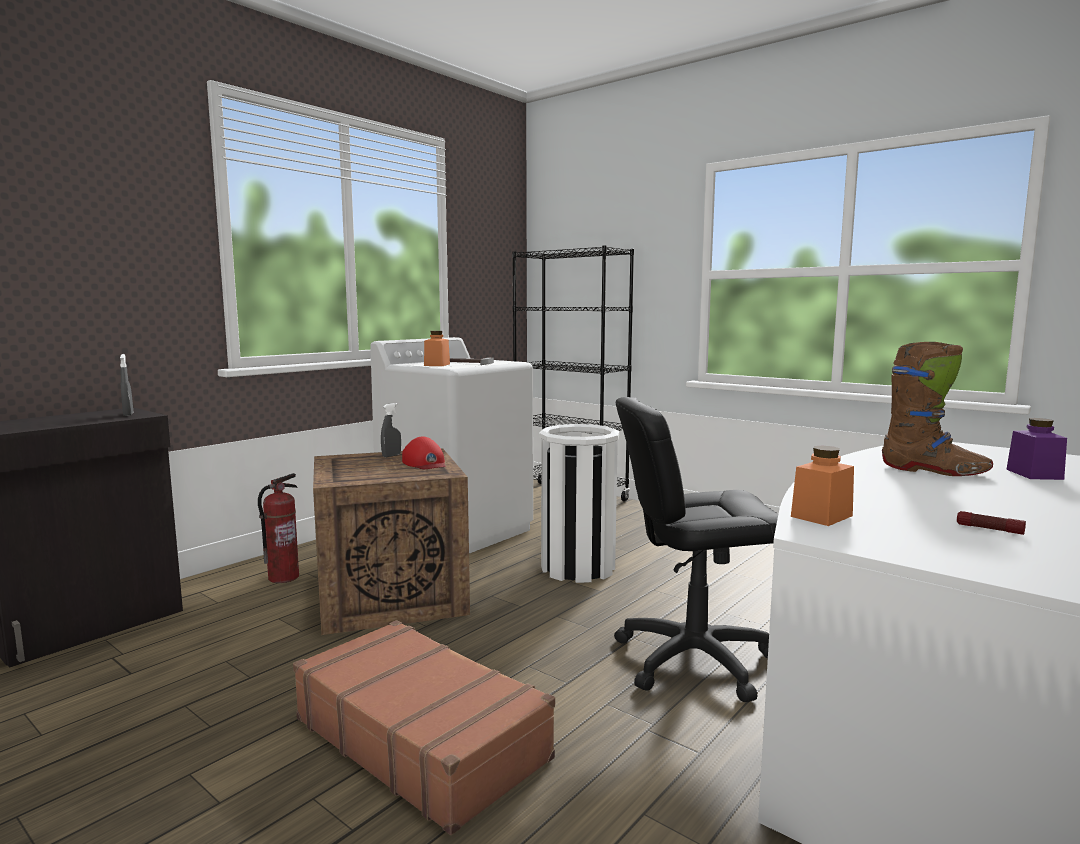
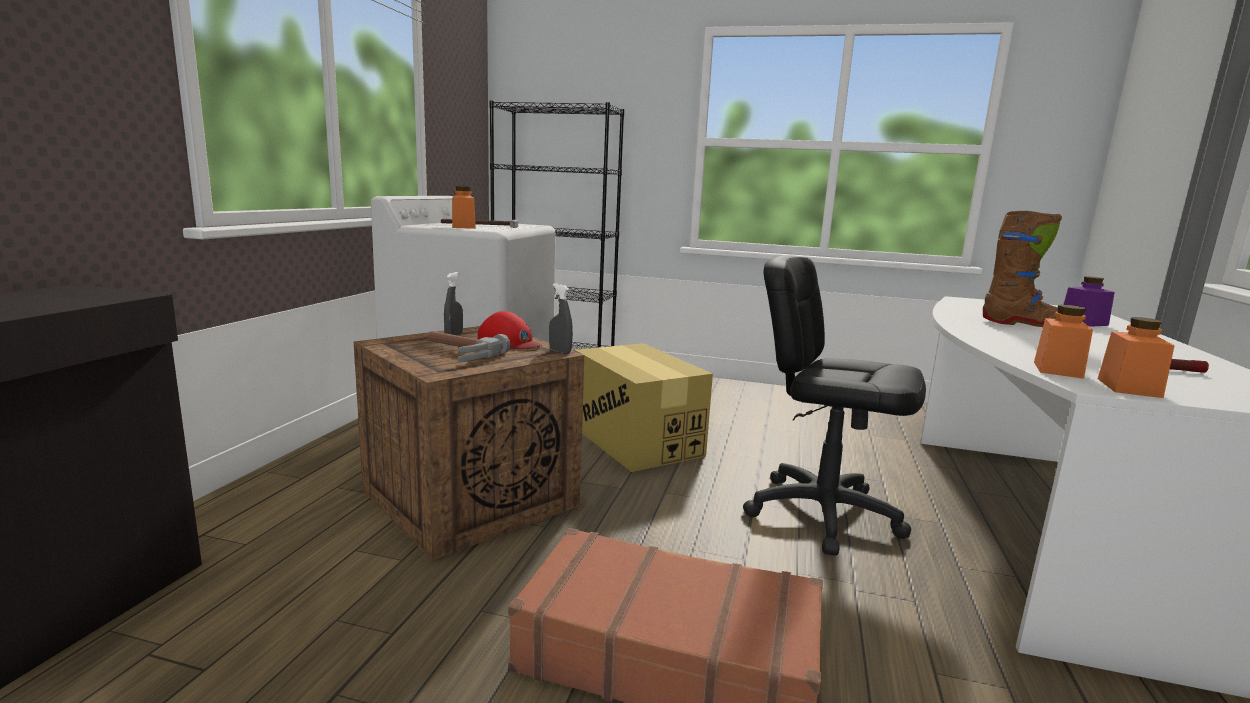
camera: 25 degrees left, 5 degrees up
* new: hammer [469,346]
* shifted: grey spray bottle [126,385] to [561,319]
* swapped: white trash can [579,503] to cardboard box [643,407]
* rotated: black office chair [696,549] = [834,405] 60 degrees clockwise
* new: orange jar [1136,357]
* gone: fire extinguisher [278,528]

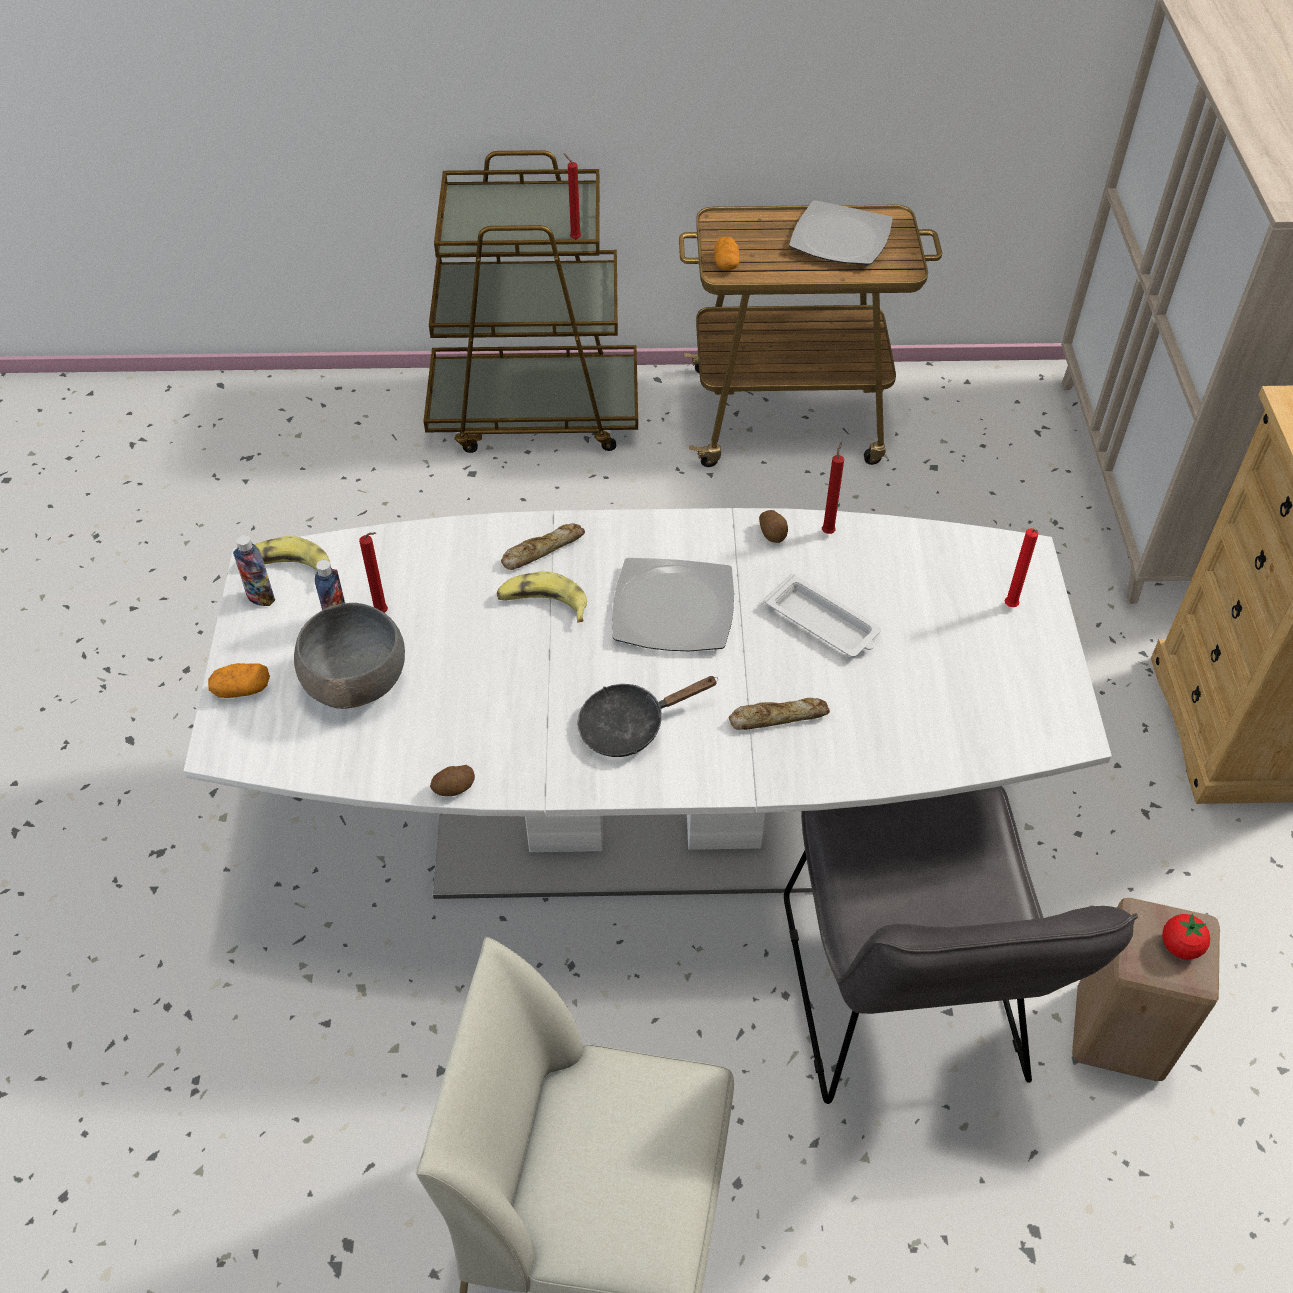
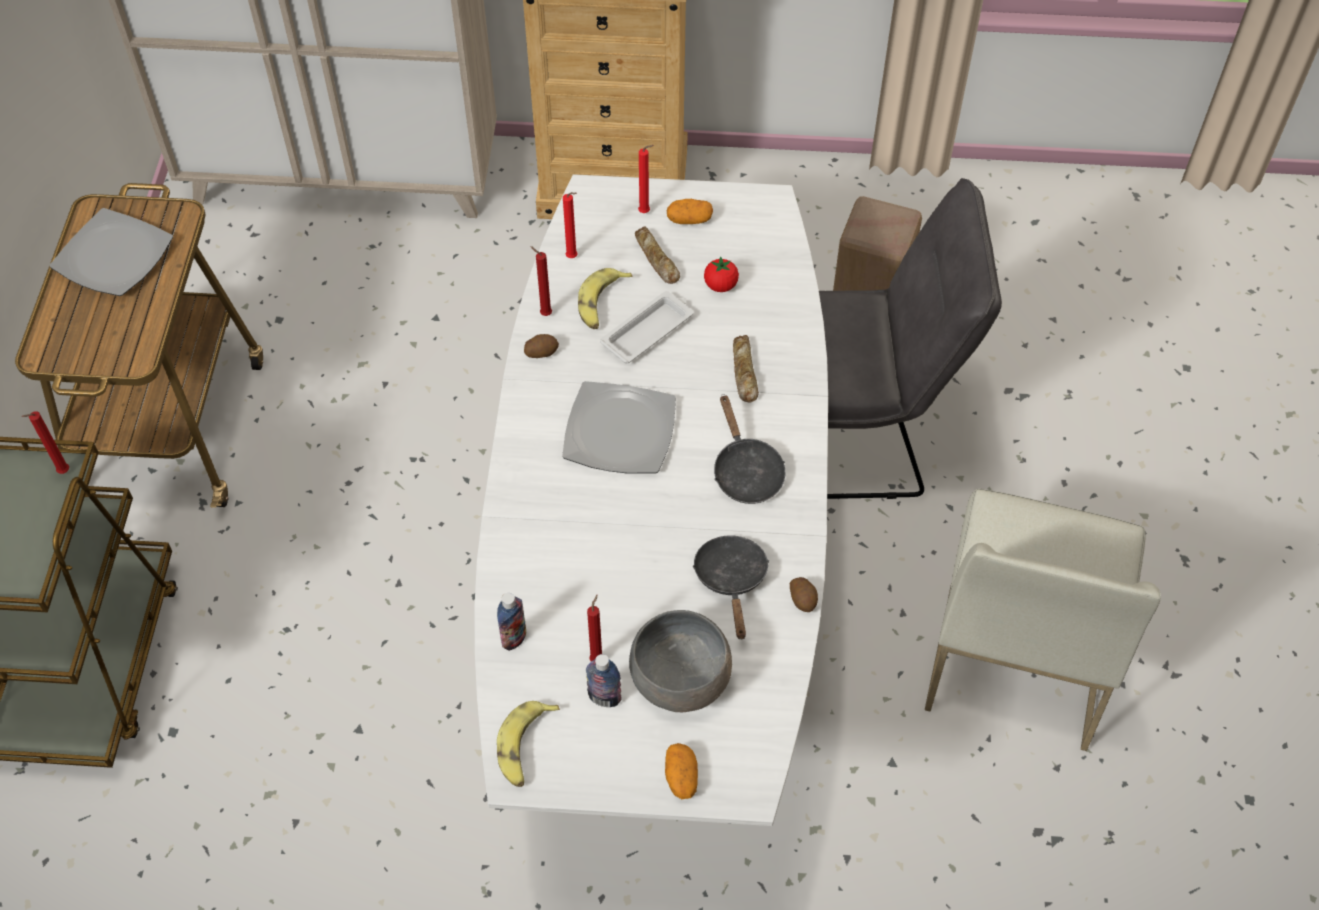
camera: 85 degrees left, 5 degrees up
* shifted: bottle [254,570] to [511,622]
* new: red candle [570,225]
* shifted: banana [542,597] to [605,298]
* shifted: bread [543,546] to [657,255]
* shifted: potato [727,253] to [690,211]
* new: black frying pan [730,587]
* shifted: tomato [1186,936] to [721,274]

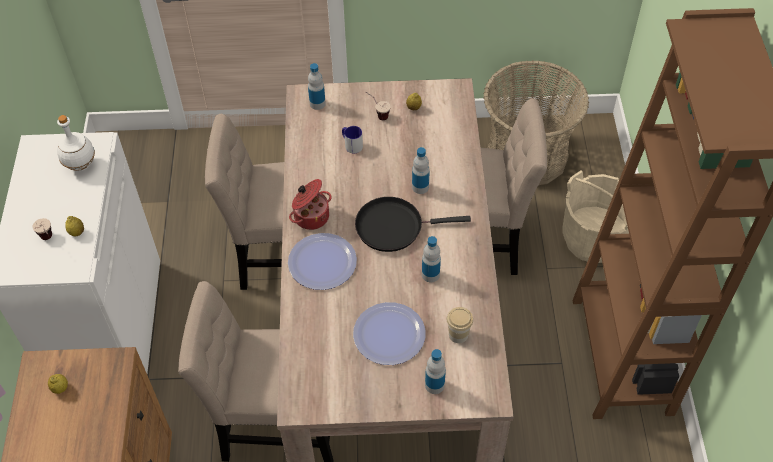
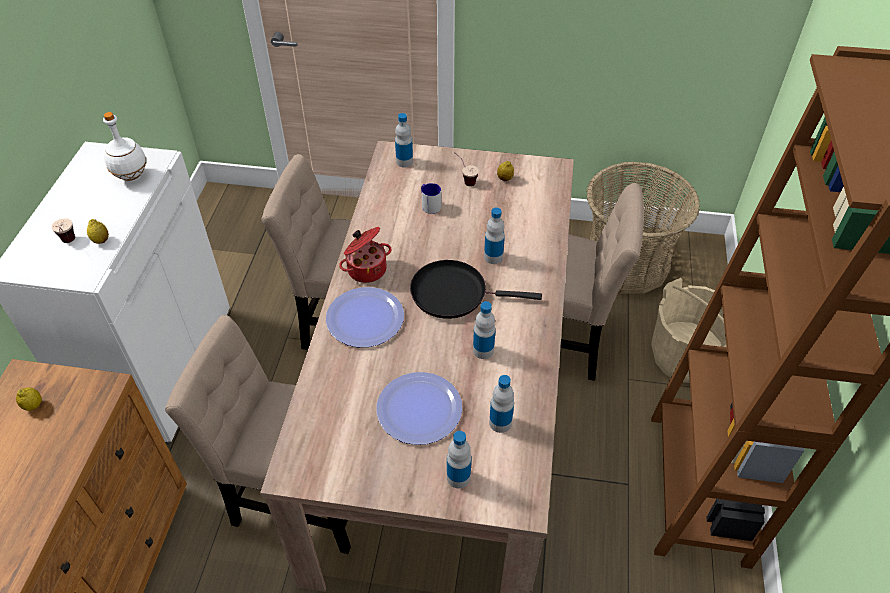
camera: 10 degrees right, 5 degrees down
* swapped: cup [460,325] to bottle [501,404]

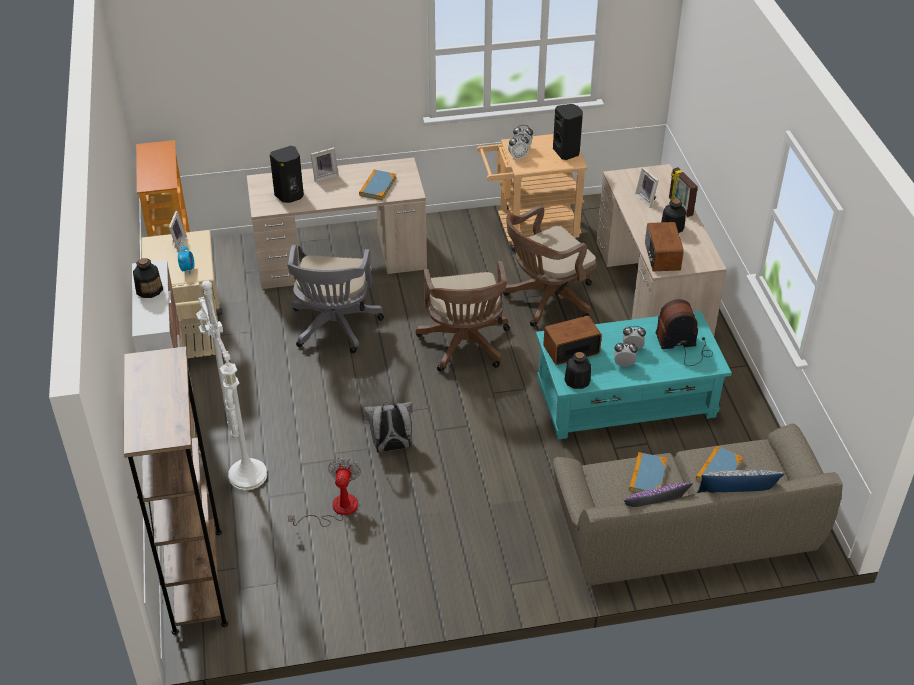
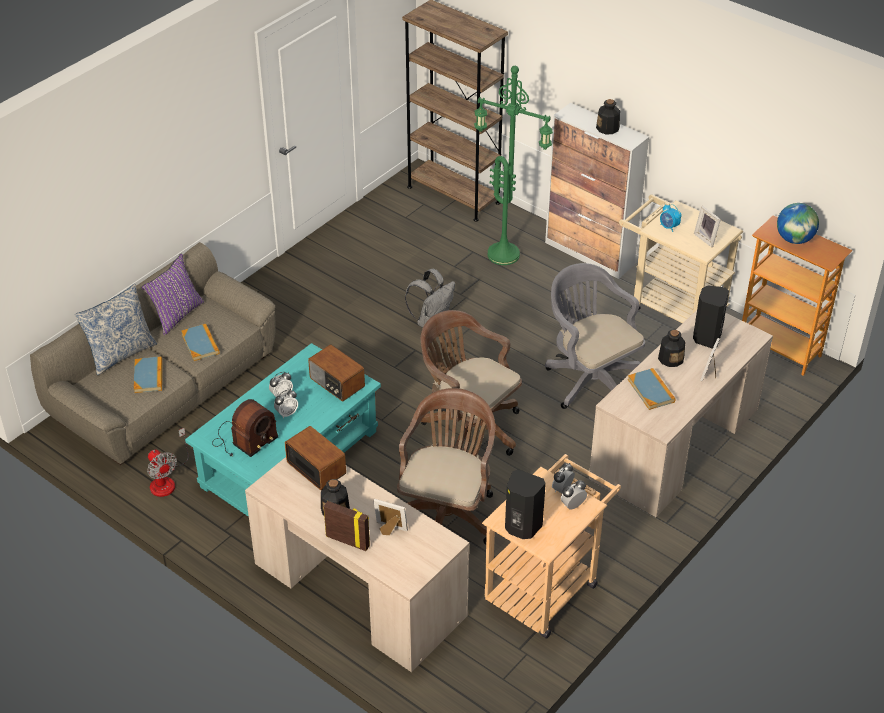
camera: 140 degrees right, 0 degrees up
* shifted: fan [324,492] to [168,462]
* rotated: radio [572,340] = [336,372] 105 degrees clockwise
* repainted: white floor lamp [231,385] to green floor lamp [513,165]
* shifted: bottle [577,370] to [671,348]
* new: globe [798,223]

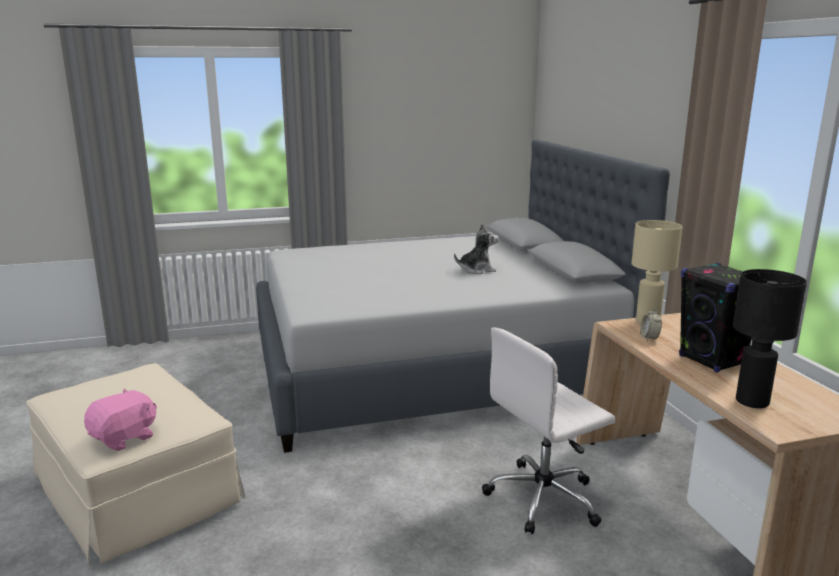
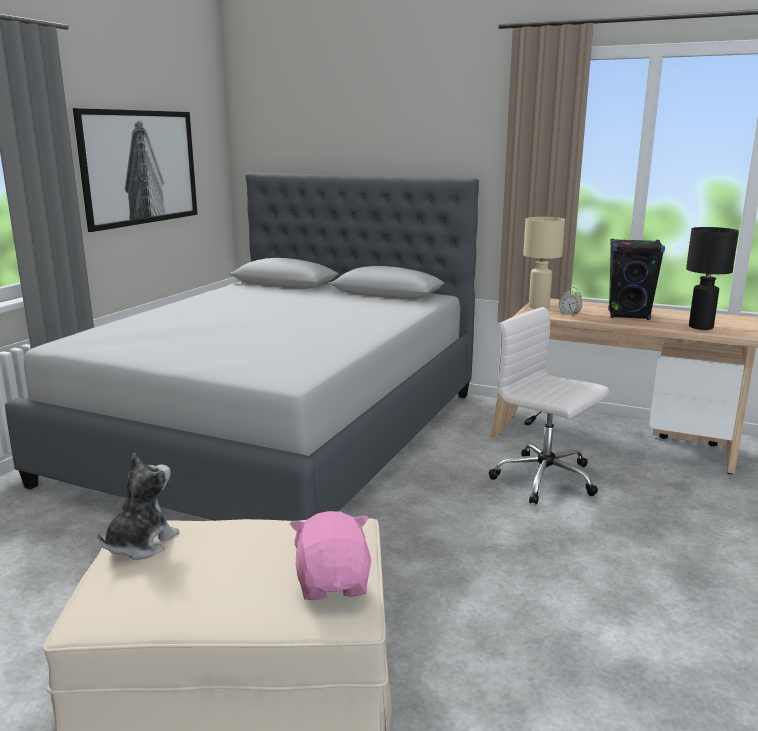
camera: 50 degrees left, 0 degrees up
* new: picture [135,170]
* shifted: plush toy [476,249] to [138,506]
* rotated: white office chair [549,430] = [549,406] 120 degrees clockwise

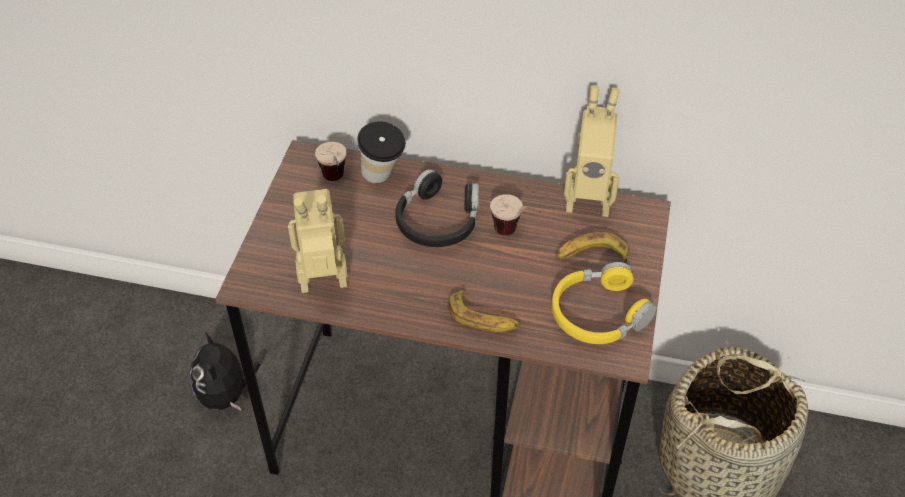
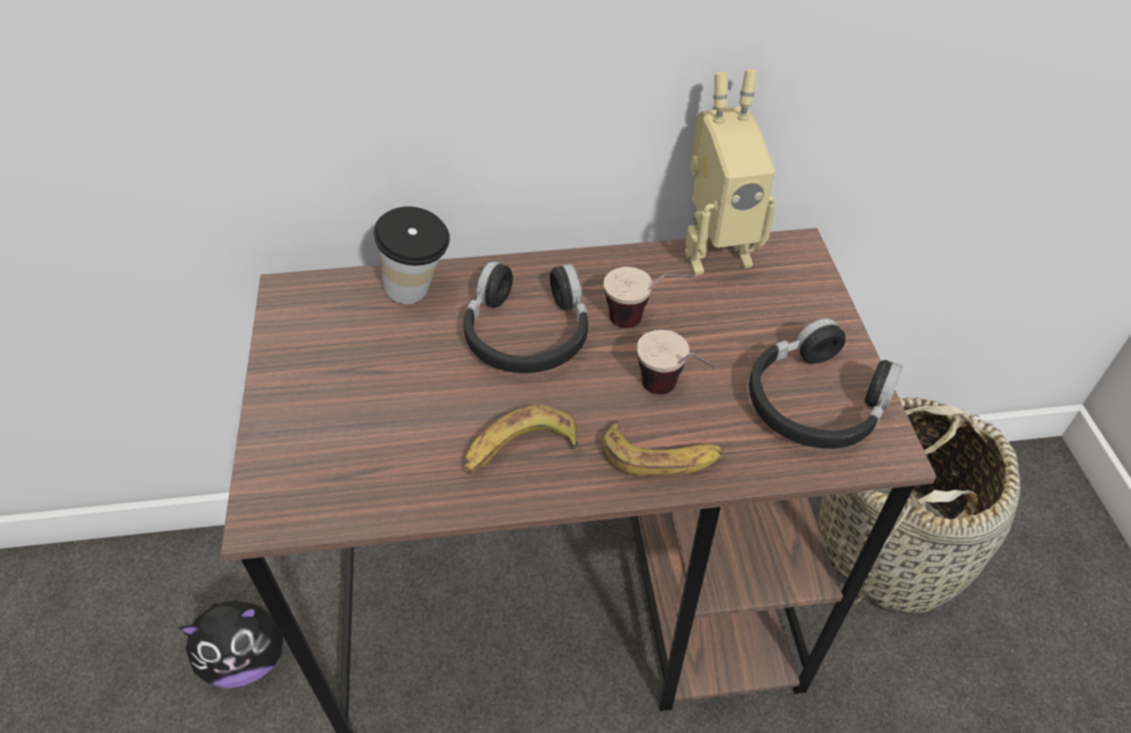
camera: 20 degrees left, 0 degrees up
* rotated: plush toy [225,371] = [231,644] 75 degrees counterclockwise
* shifted: banana [592,247] to [521,439]
* shifted: cup [331,161] to [677,362]
* repainted: yellow headphones [604,303] to black headphones [826,383]
* gone: toy robot [318,241]

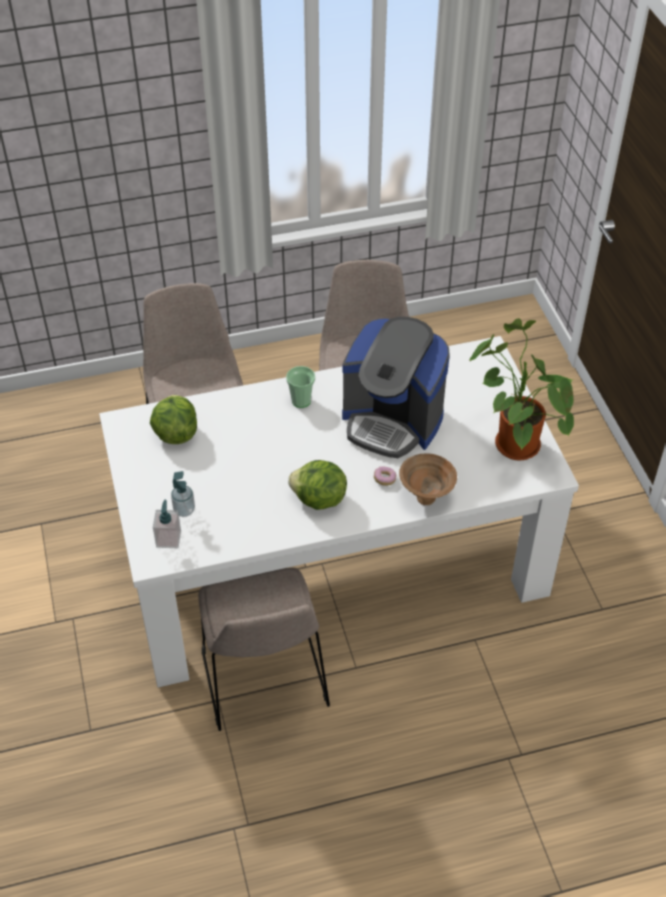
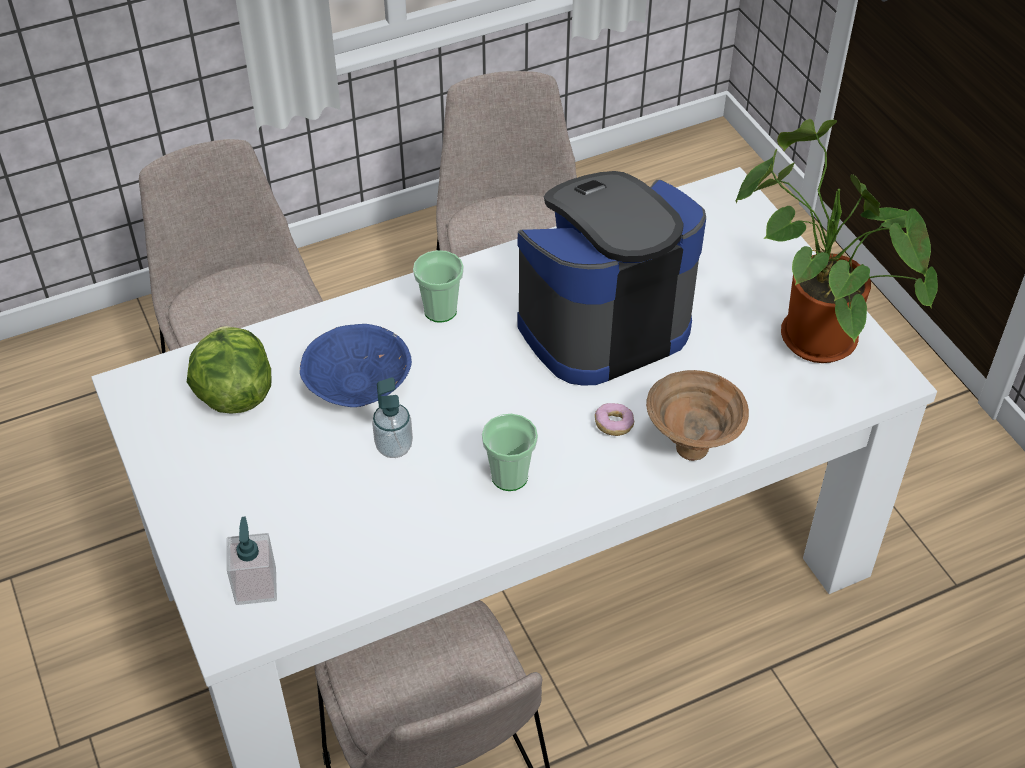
camera: 10 degrees left, 0 degrees up
* new: blue bowl [356,365]
* shifted: soap dispenser [183,494] to [392,417]
* swapped: lettuce [317,485] to cup [510,452]
* rotated: coffee machine [396,387] = [611,278] 135 degrees clockwise

